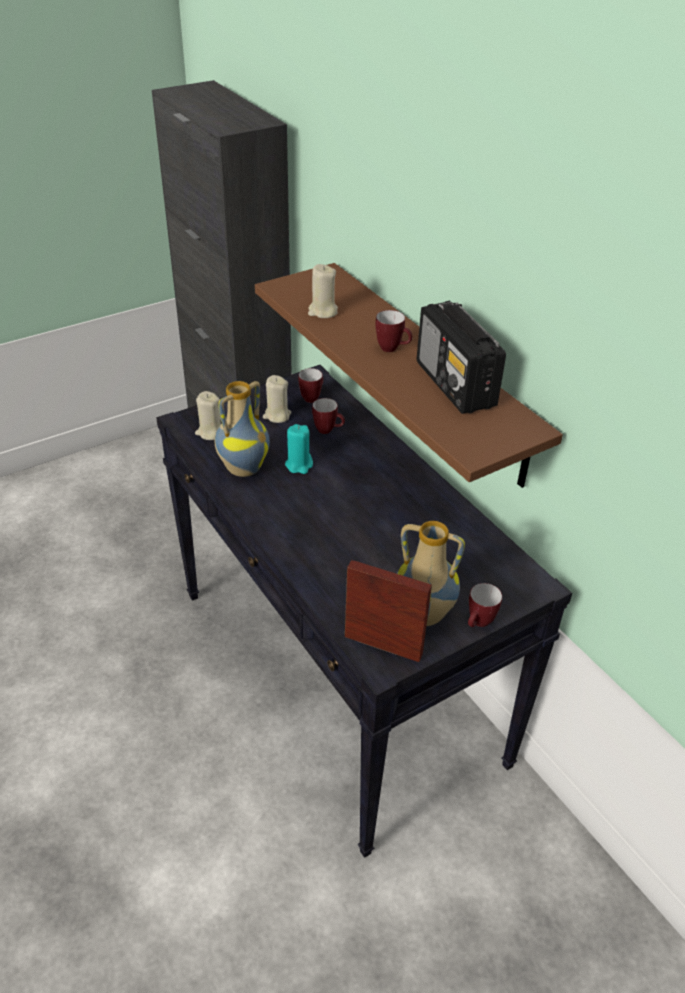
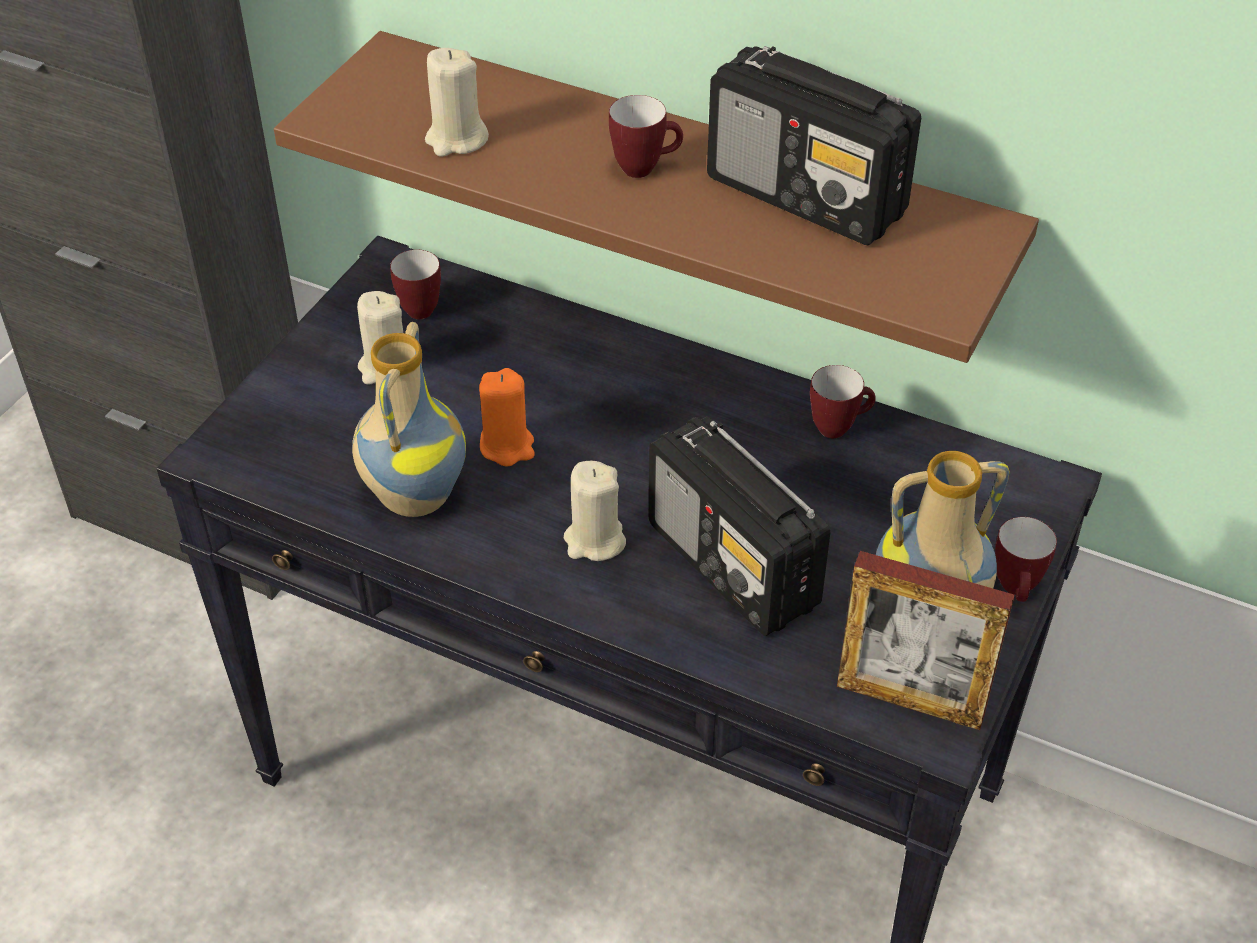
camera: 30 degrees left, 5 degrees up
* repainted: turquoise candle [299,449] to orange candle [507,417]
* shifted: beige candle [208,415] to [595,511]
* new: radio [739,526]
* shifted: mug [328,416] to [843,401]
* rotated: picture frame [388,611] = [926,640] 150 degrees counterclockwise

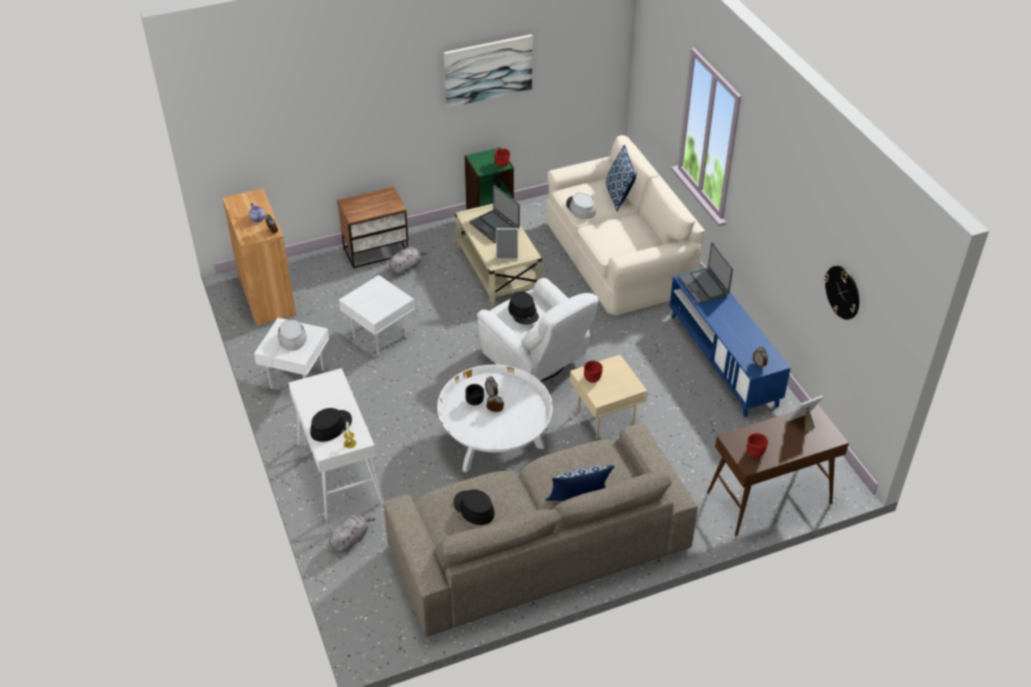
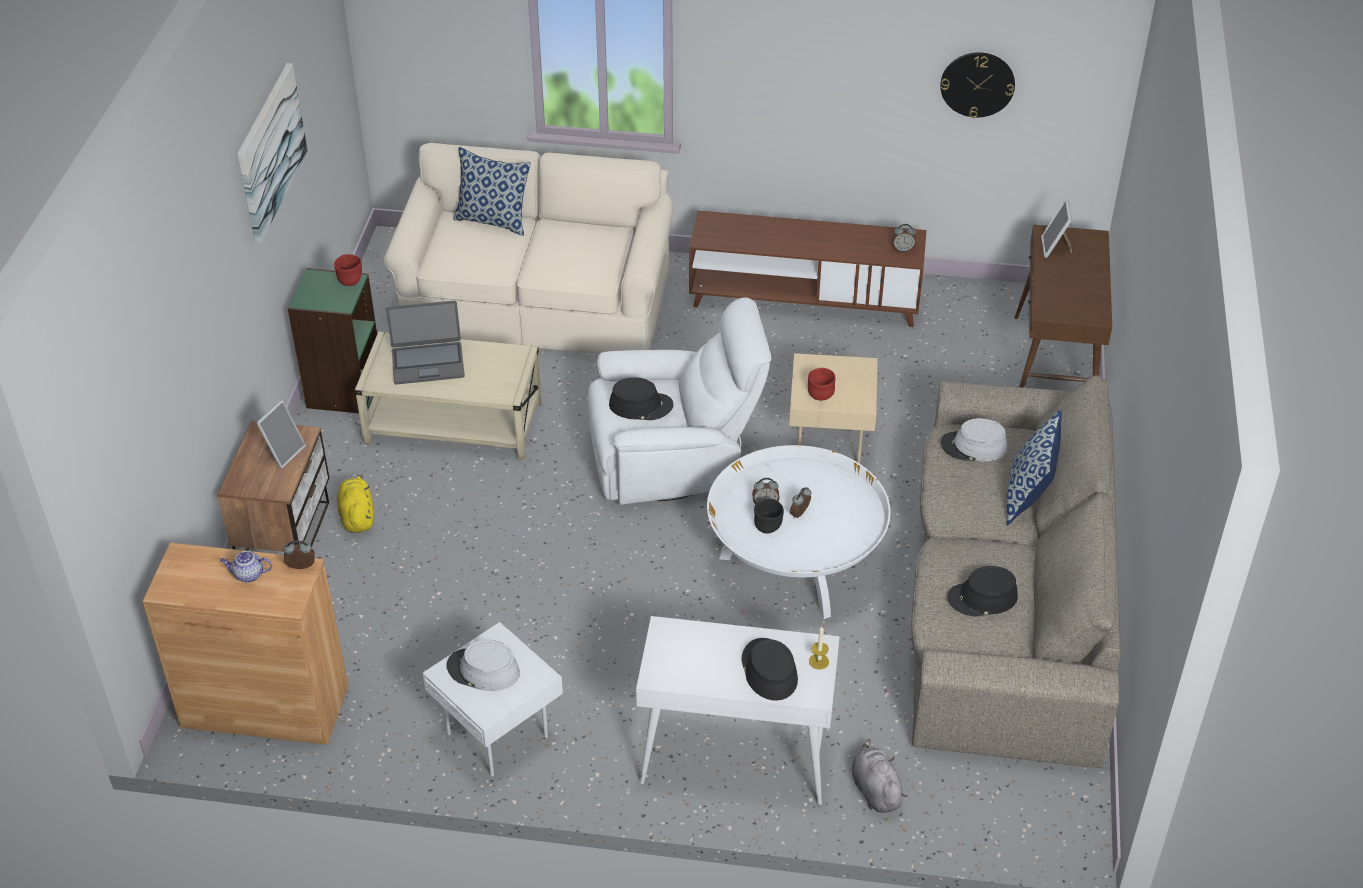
camera: 60 degrees left, 0 degrees up
* shifted: picture frame [507,244] to [281,434]
* repainted: grey plush toy [408,261] to yellow plush toy [355,503]
* repainted: blue tv stand [730,342] to brown tv stand [808,269]
* shifted: grey hat [581,206] to [974,440]
* gone: white side table [377,315]
* gone: laptop [706,273]
* gone: red bowl [757,445]

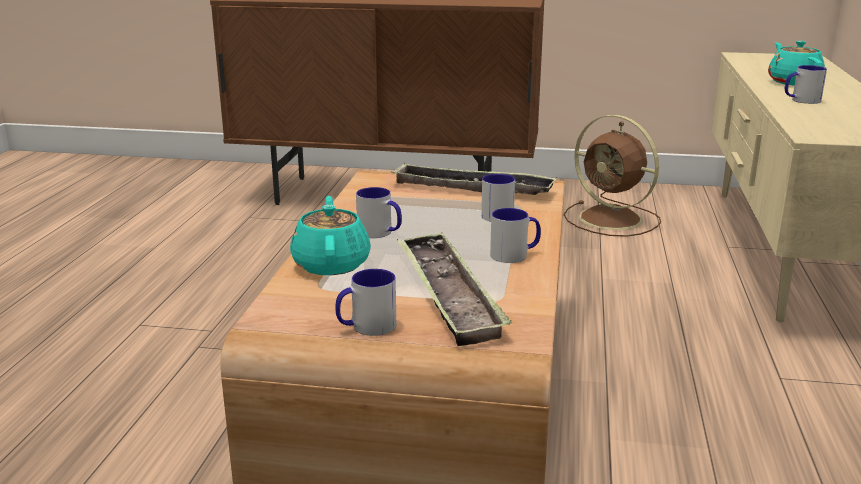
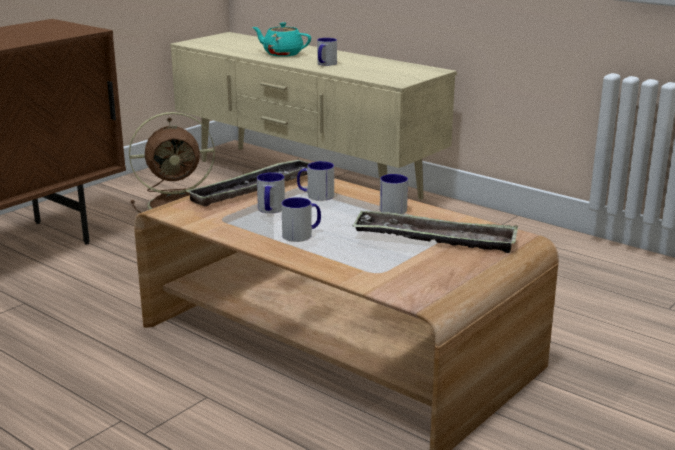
camera: 60 degrees left, 0 degrees up
* shifted: mug [365,302] to [271,192]
* gone: turquoise teapot [330,235]

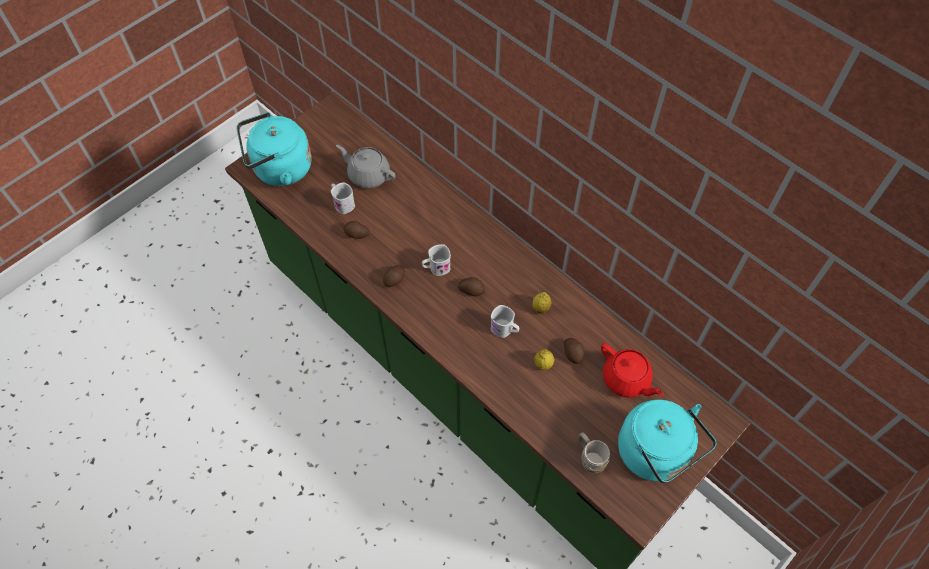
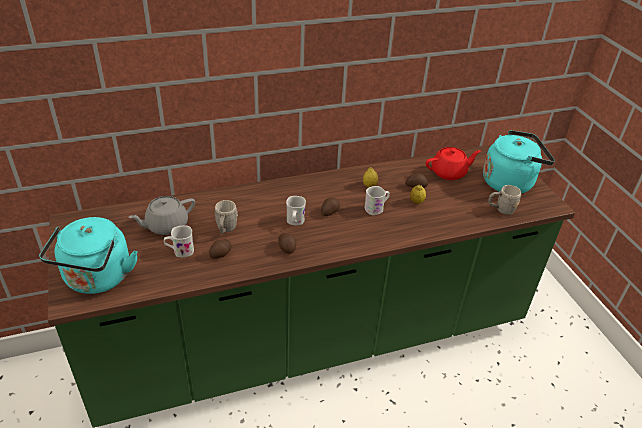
camera: 65 degrees left, 20 degrees down
* new: grey mug [226,217]

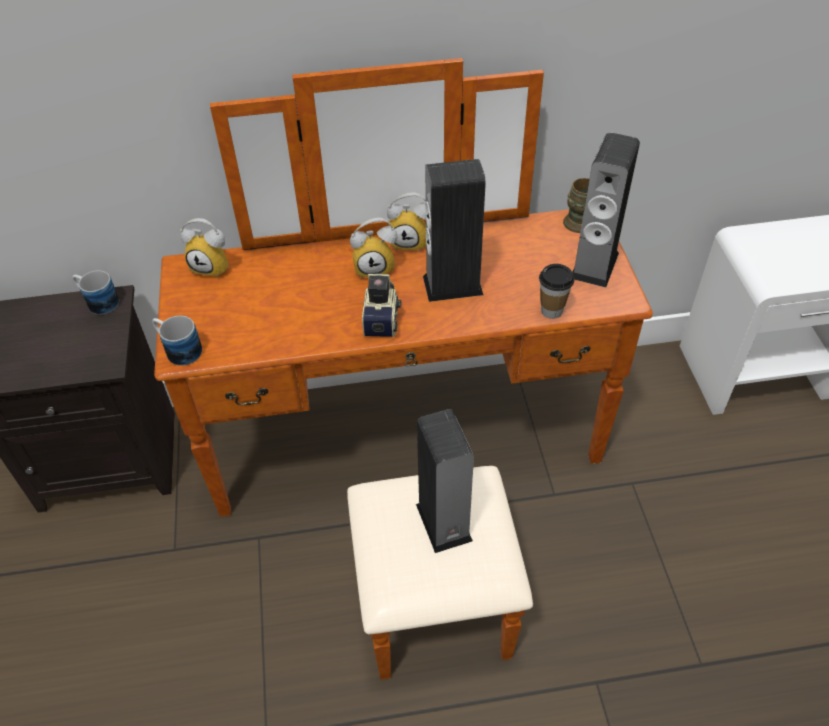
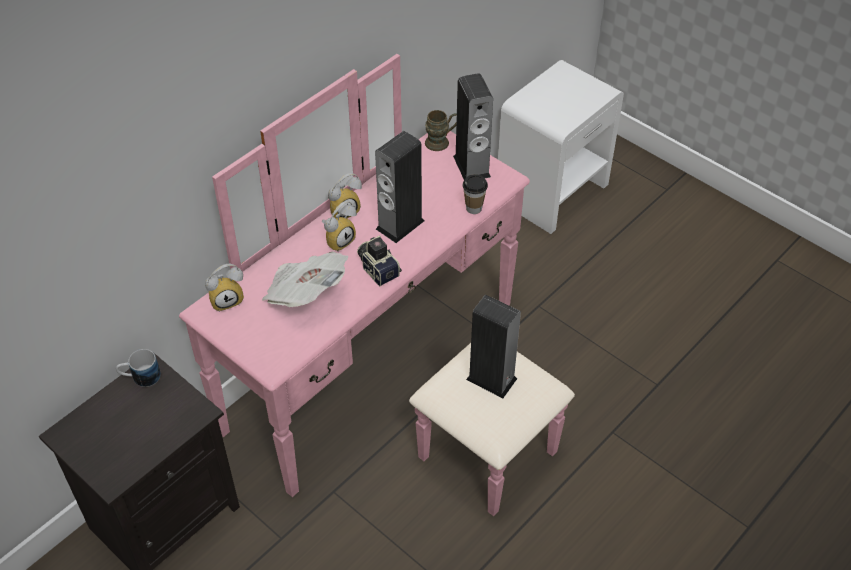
camera: 40 degrees left, 0 degrees up
* repainted: brown dresser [403,369] to pink dresser [377,285]
* new: newspaper [305,279]
* gone: mug [177,341]

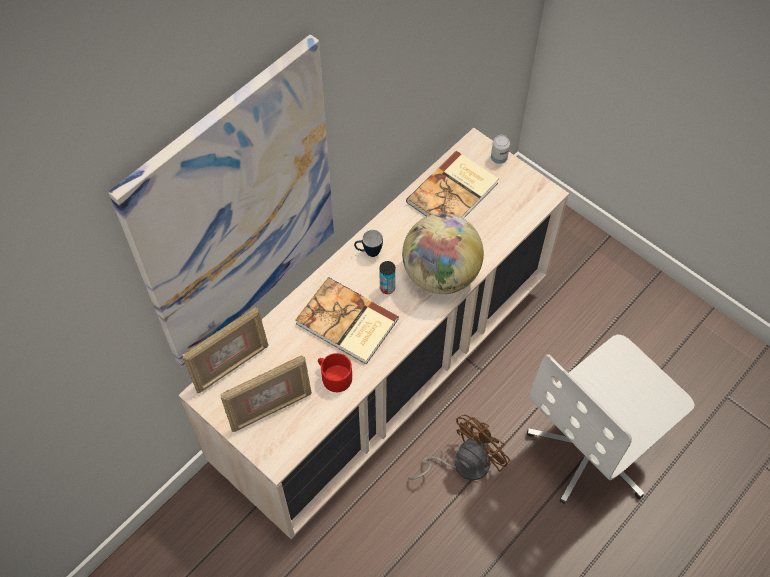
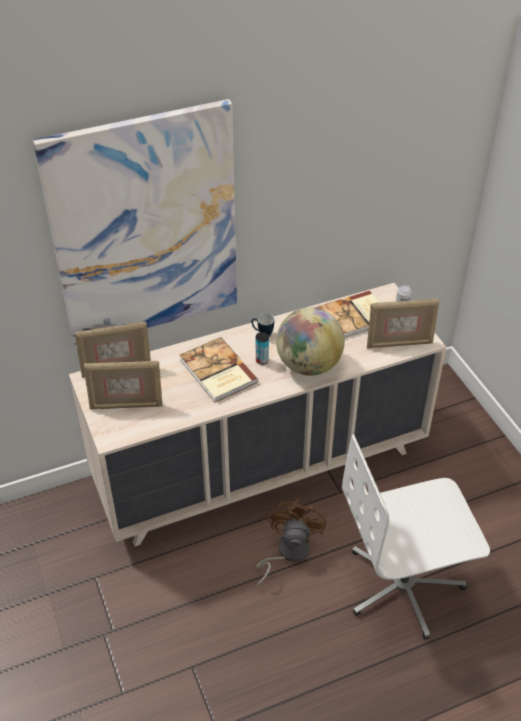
camera: 25 degrees right, 15 degrees down
* rotated: brown fan [459,447] = [290,543] 60 degrees counterclockwise
* new: picture frame [403,324]
* gone: red mug [335,372]

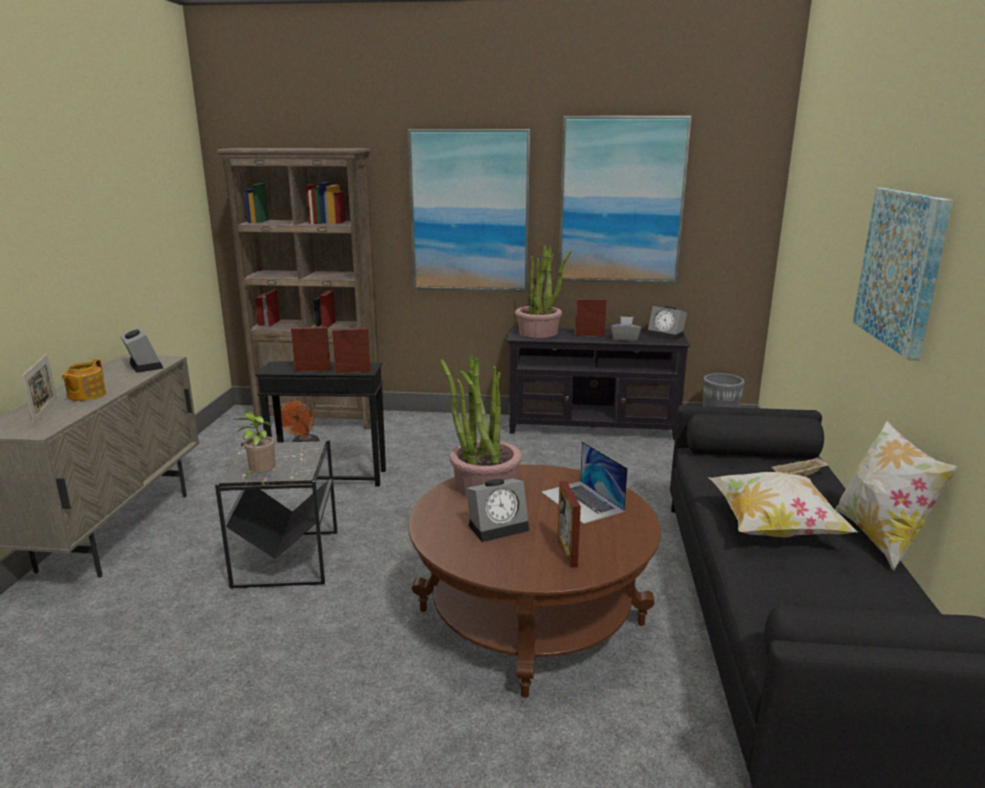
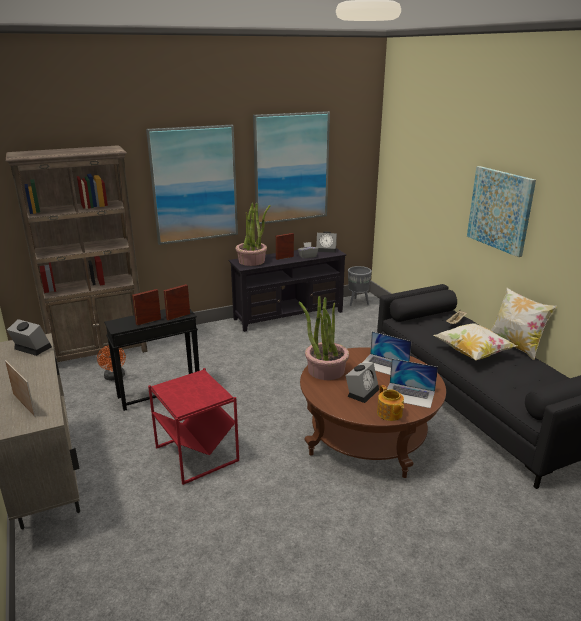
camera: 30 degrees left, 5 degrees up
* repainted: black side table [276,514] to red side table [193,426]
* shifted: teapot [83,380] to [390,403]
* swapped: picture frame [569,524] to laptop [412,383]
* gone: potted plant [255,445]

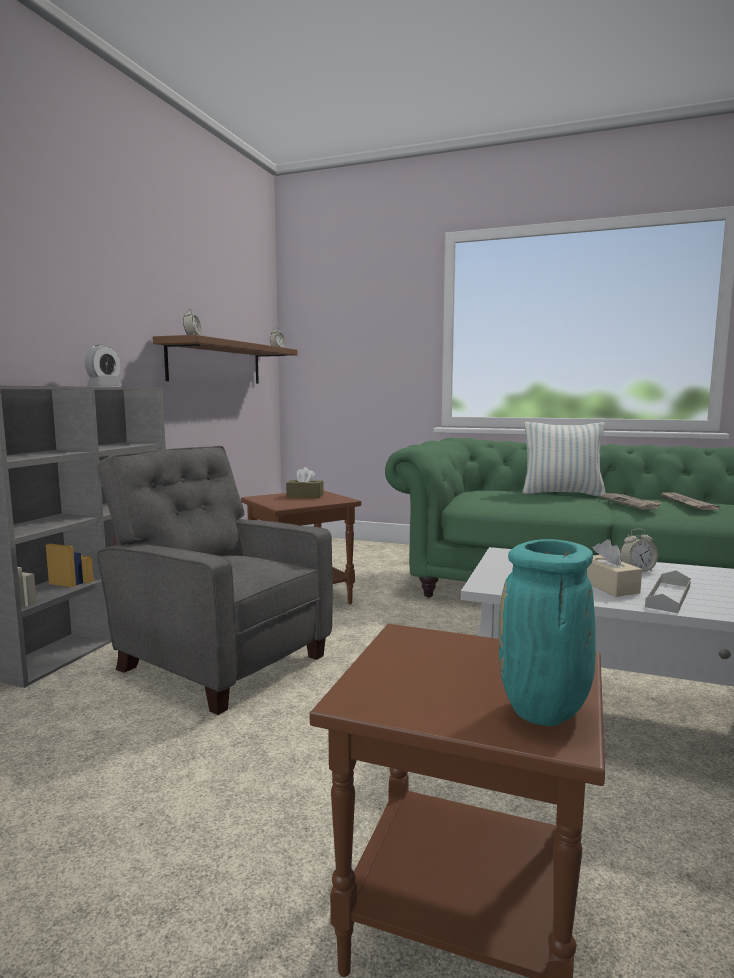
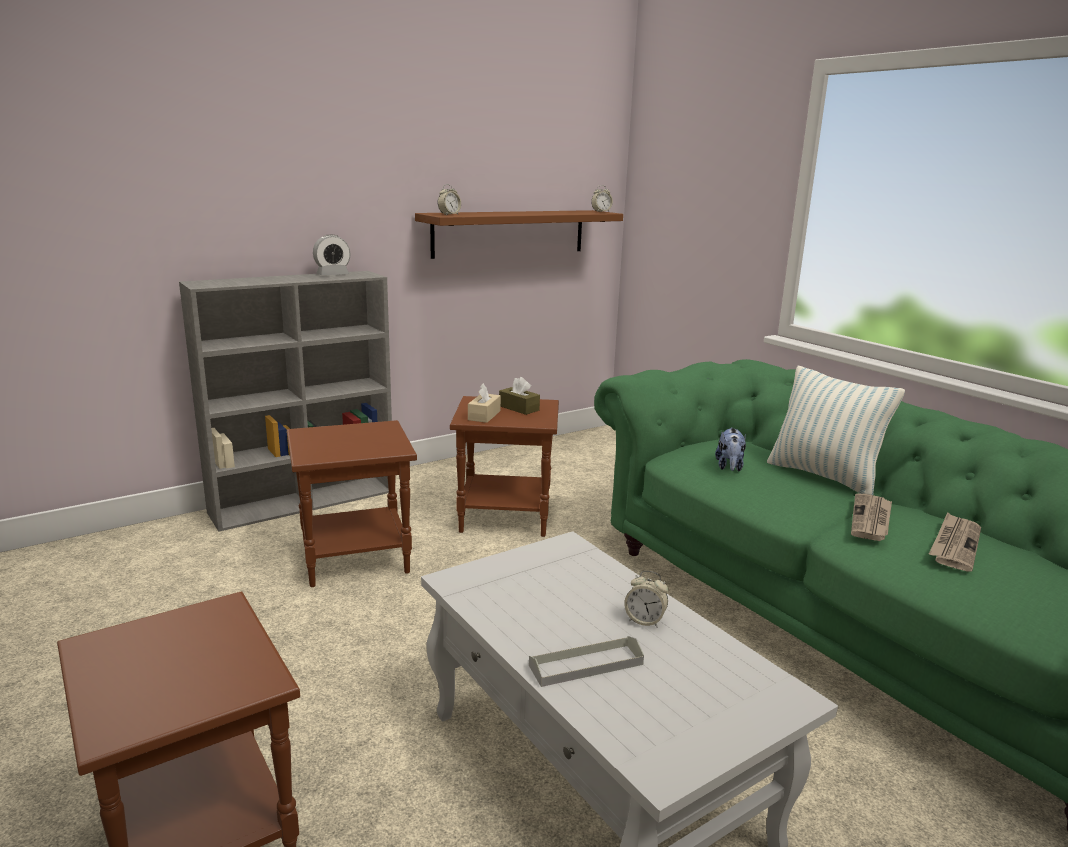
camera: 35 degrees right, 10 degrees up
* swapped: grey armchair [214,580] to brown side table [352,503]
* shifted: beige tissue box [614,568] to [484,403]
* new: plush toy [730,449]
* gone: turquoise vase [547,632]

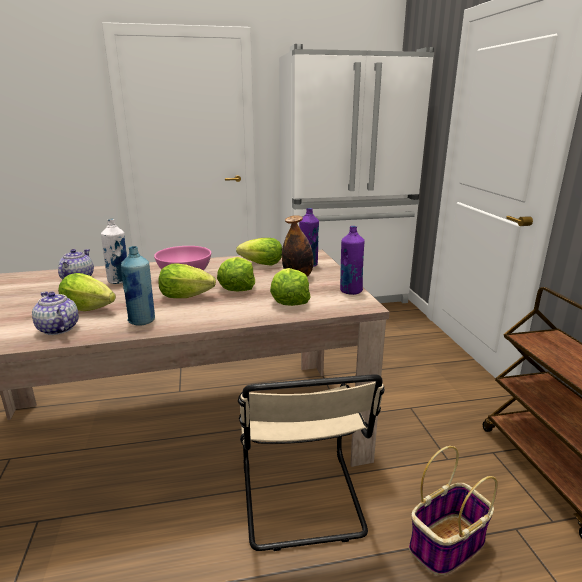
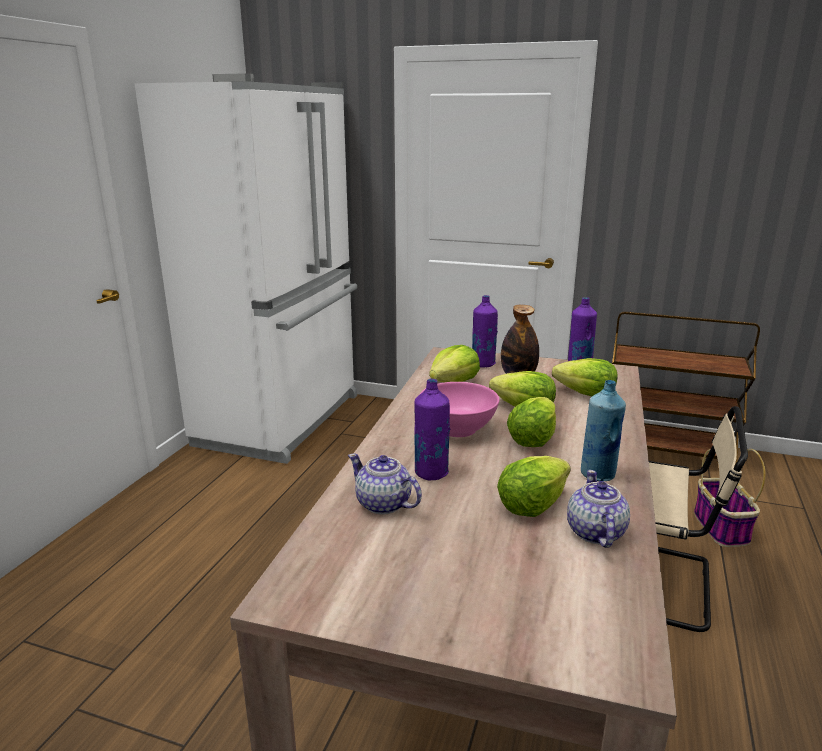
camera: 60 degrees left, 0 degrees up
* repainted: white bottle [114,251] to purple bottle [432,430]
* rotated: teapot [55,313] = [598,509] 105 degrees clockwise

